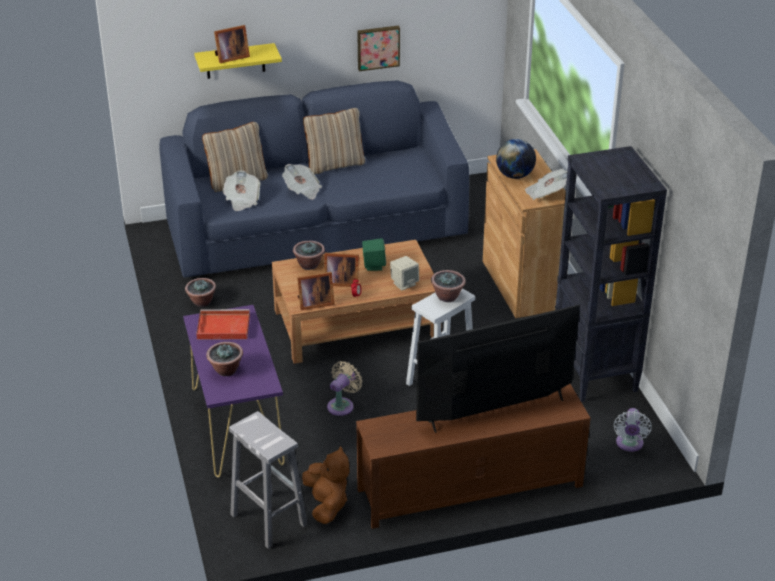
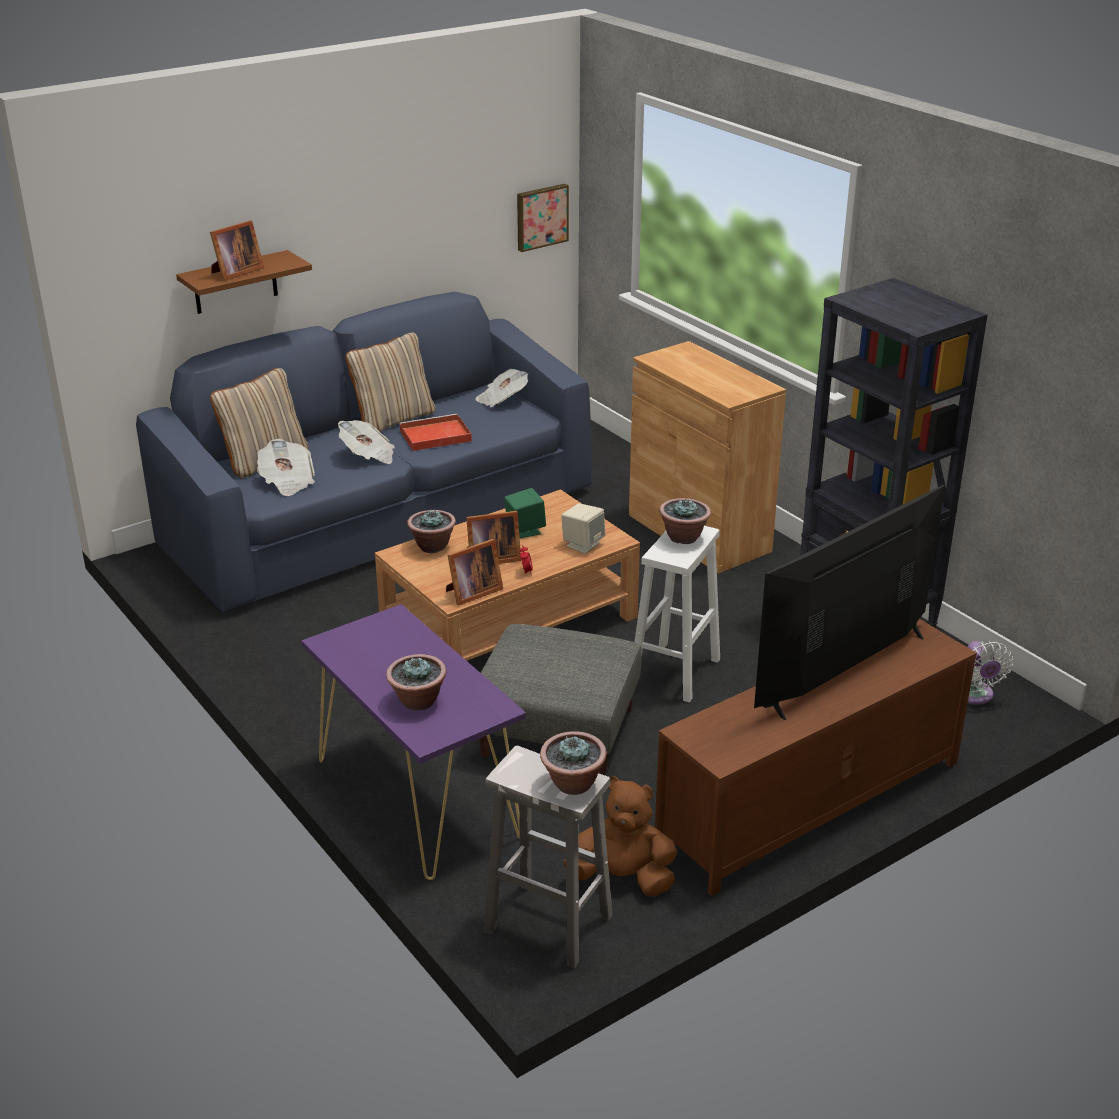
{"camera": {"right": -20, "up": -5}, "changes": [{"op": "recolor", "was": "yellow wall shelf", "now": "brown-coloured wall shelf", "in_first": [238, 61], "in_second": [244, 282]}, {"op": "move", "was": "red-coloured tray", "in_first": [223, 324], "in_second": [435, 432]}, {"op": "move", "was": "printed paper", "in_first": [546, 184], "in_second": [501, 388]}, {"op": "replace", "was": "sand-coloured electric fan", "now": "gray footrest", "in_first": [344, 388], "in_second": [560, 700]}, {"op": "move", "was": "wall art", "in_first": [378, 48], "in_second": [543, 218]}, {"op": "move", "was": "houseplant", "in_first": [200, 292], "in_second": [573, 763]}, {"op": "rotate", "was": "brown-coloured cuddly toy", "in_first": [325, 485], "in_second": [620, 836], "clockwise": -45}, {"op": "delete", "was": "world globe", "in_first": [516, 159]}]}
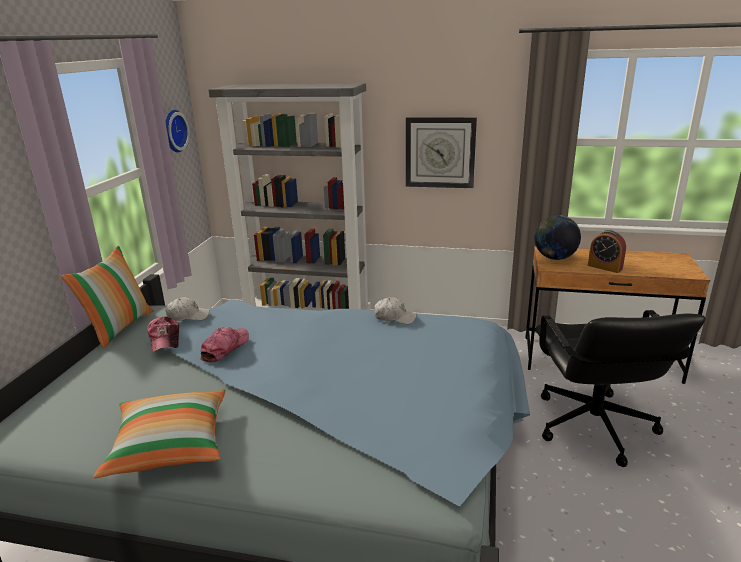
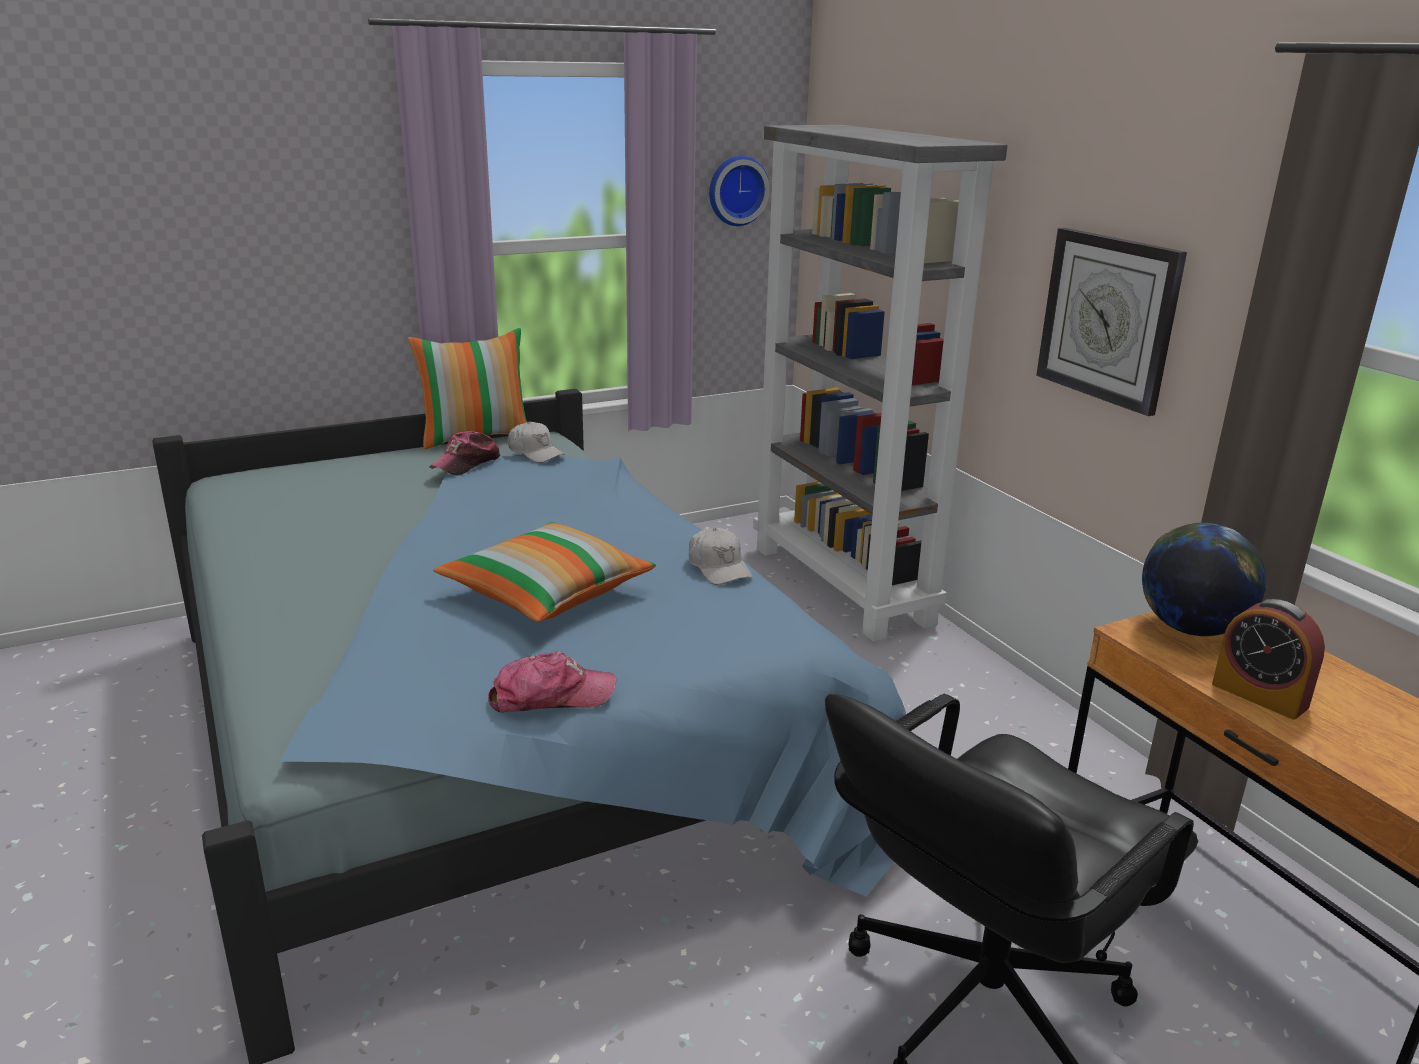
{"camera": {"right": 50, "up": 0}, "changes": [{"op": "move", "was": "pillow", "in_first": [159, 434], "in_second": [544, 572]}, {"op": "move", "was": "peaked cap", "in_first": [225, 344], "in_second": [552, 681]}, {"op": "rotate", "was": "alarm clock", "in_first": [607, 251], "in_second": [1268, 659], "clockwise": -45}]}
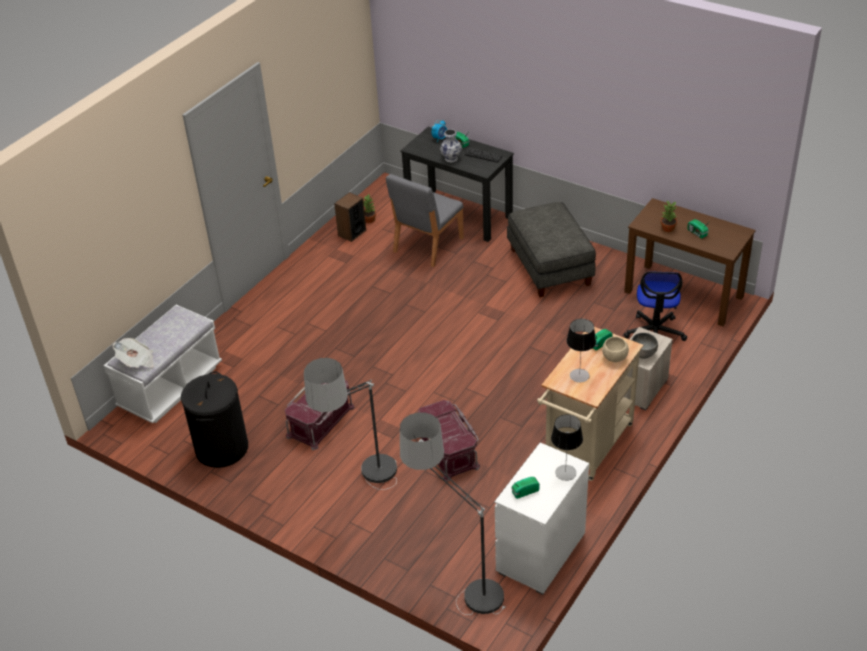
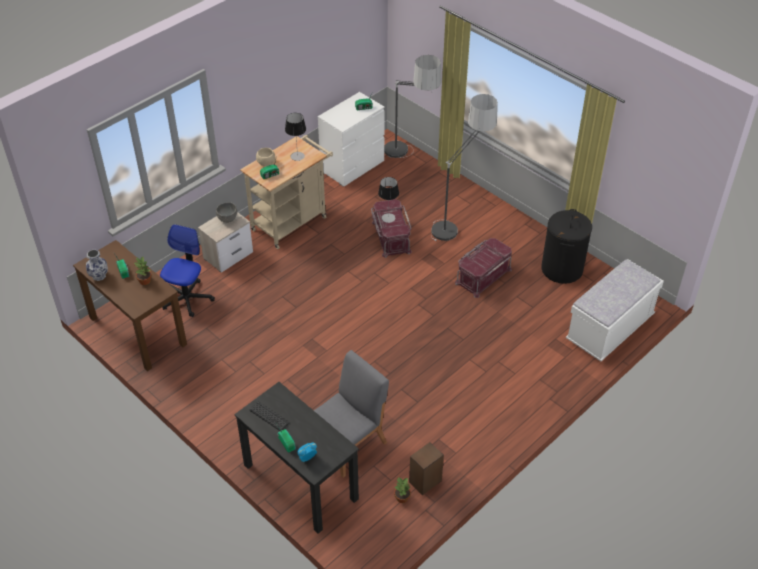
{"camera": {"right": -170, "up": 5}, "changes": [{"op": "move", "was": "vase", "in_first": [451, 145], "in_second": [97, 265]}, {"op": "move", "was": "table lamp", "in_first": [567, 447], "in_second": [388, 200]}, {"op": "delete", "was": "printed paper", "in_first": [133, 353]}, {"op": "delete", "was": "gray footrest", "in_first": [551, 249]}]}
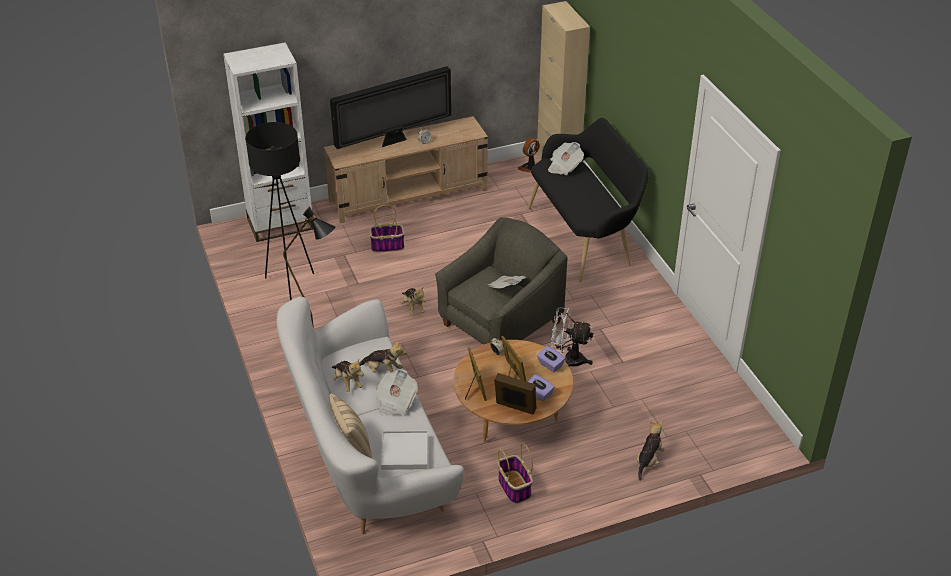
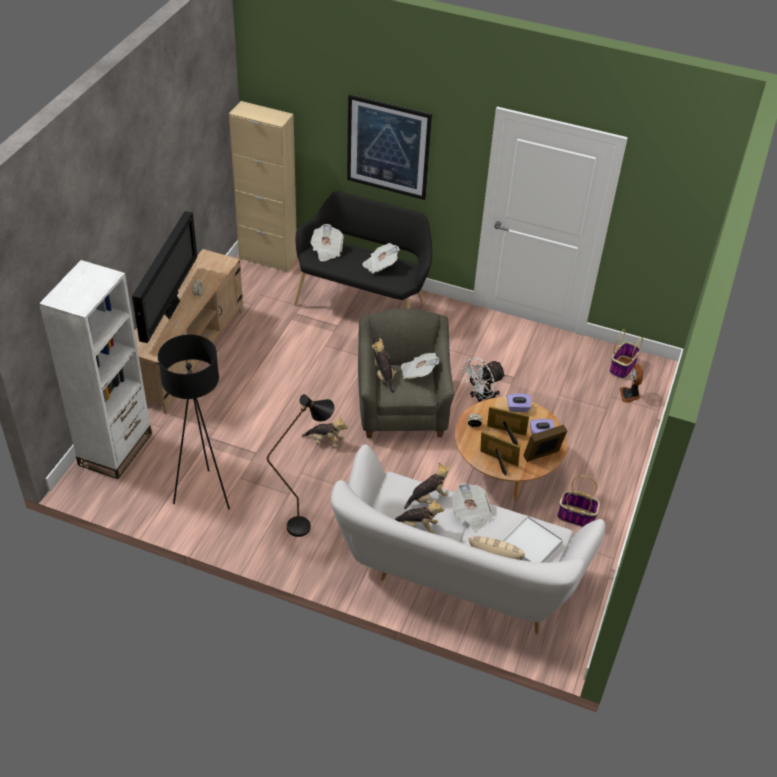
{"camera": {"right": -50, "up": 5}, "changes": [{"op": "insert", "now": "wall art", "in_second": [389, 147]}, {"op": "insert", "now": "printed paper", "in_second": [381, 258]}, {"op": "move", "was": "cuddly toy", "in_first": [651, 451], "in_second": [384, 365]}, {"op": "move", "was": "household basket", "in_first": [387, 228], "in_second": [626, 354]}, {"op": "move", "was": "electric fan", "in_first": [529, 155], "in_second": [631, 383]}]}
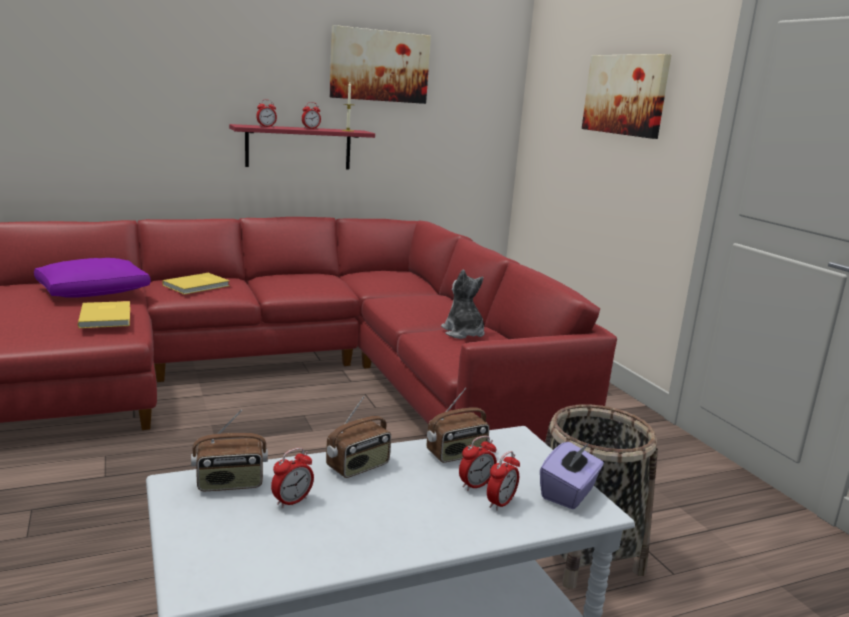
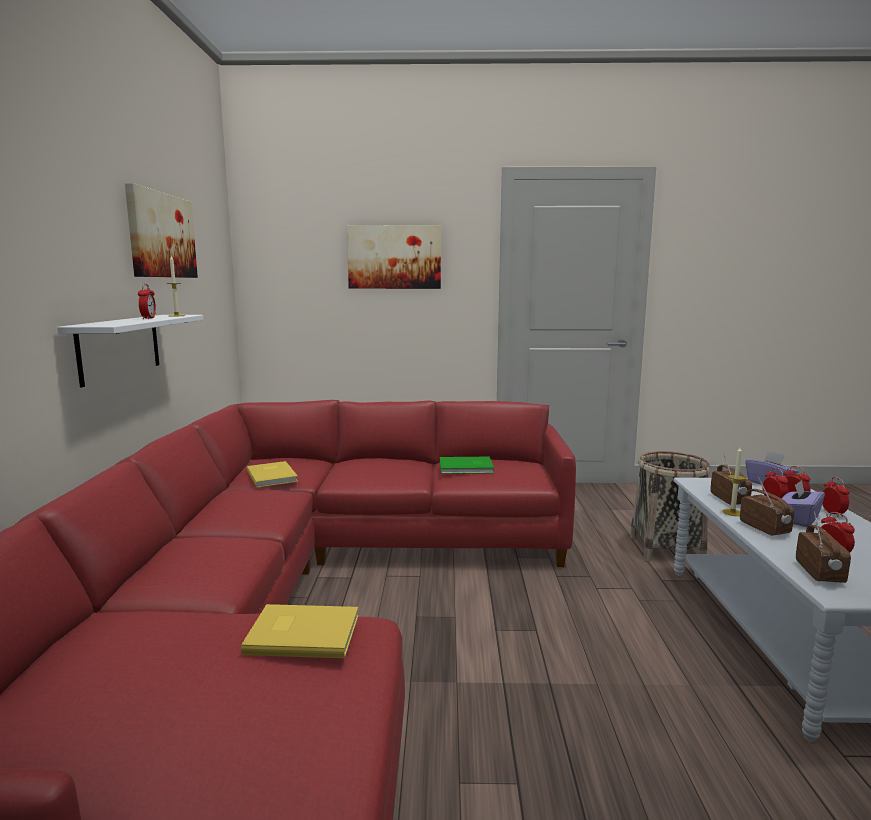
{"camera": {"right": -65, "up": -5}, "changes": [{"op": "recolor", "was": "red-coloured wall shelf", "now": "whitish wall shelf", "in_first": [302, 147], "in_second": [130, 351]}, {"op": "move", "was": "yellow bound book", "in_first": [196, 283], "in_second": [272, 474]}, {"op": "replace", "was": "cuddly toy", "now": "greenish bound book", "in_first": [463, 304], "in_second": [467, 465]}, {"op": "insert", "now": "wax light", "in_second": [734, 481]}, {"op": "insert", "now": "purplish tissue box", "in_second": [803, 503]}, {"op": "move", "was": "alarm clock", "in_first": [266, 113], "in_second": [836, 497]}, {"op": "delete", "was": "purplish pillow", "in_first": [92, 278]}]}
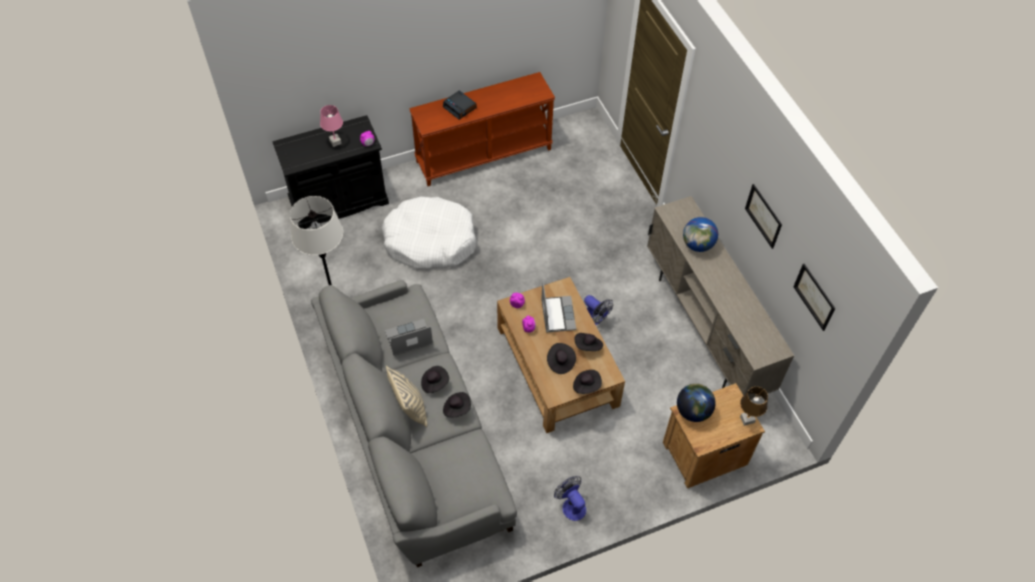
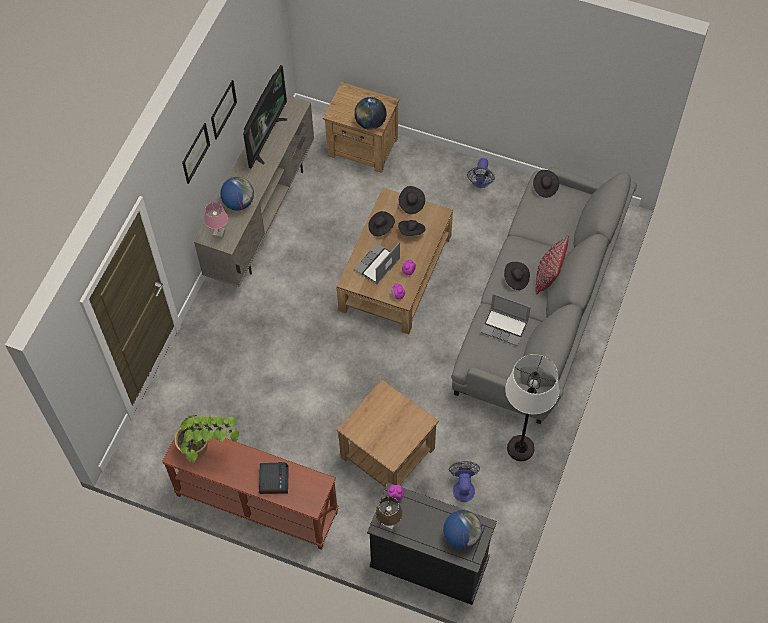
{"camera": {"right": -135, "up": 5}, "changes": [{"op": "insert", "now": "houseplant", "in_second": [206, 438]}, {"op": "move", "was": "wall art", "in_first": [814, 297], "in_second": [196, 153]}, {"op": "move", "was": "pink-coloured table lamp", "in_first": [331, 126], "in_second": [216, 221]}, {"op": "insert", "now": "television", "in_second": [265, 116]}, {"op": "replace", "was": "whitish dog cushion", "now": "brown-coloured end table", "in_first": [429, 232], "in_second": [388, 434]}, {"op": "move", "was": "brown-coloured table lamp", "in_first": [754, 406], "in_second": [389, 513]}, {"op": "insert", "now": "world globe", "in_second": [462, 529]}, {"op": "move", "was": "electric fan", "in_first": [598, 310], "in_second": [464, 481]}, {"op": "move", "was": "black hat", "in_first": [457, 404], "in_second": [546, 184]}, {"op": "recolor", "was": "sand-coloured pillow", "now": "red-coloured pillow", "in_first": [406, 396], "in_second": [552, 265]}]}
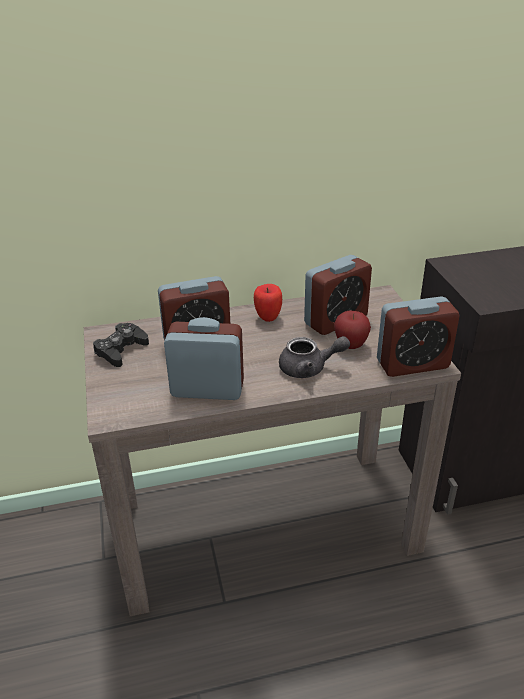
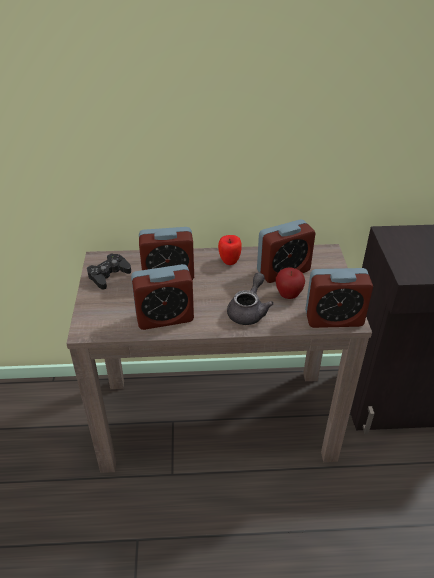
{"camera": {"right": 10, "up": 5}, "changes": [{"op": "rotate", "was": "alarm clock", "in_first": [204, 358], "in_second": [162, 297], "clockwise": 150}, {"op": "rotate", "was": "gray tea pot", "in_first": [314, 357], "in_second": [250, 299], "clockwise": -75}]}
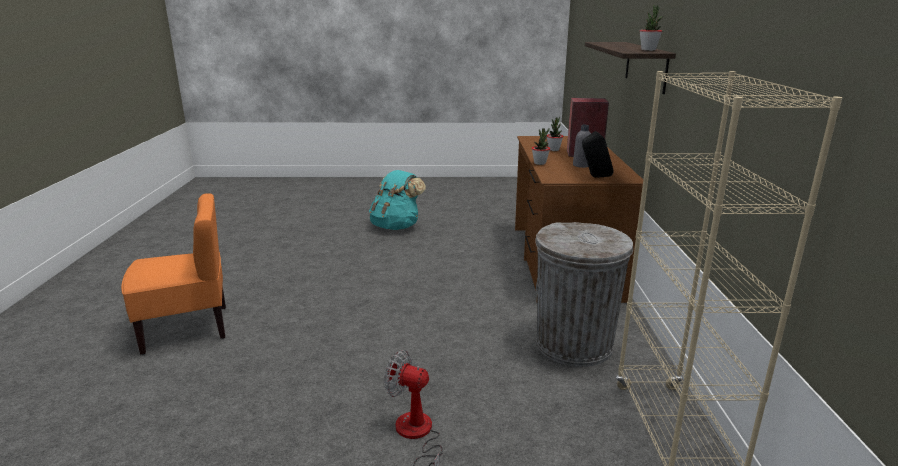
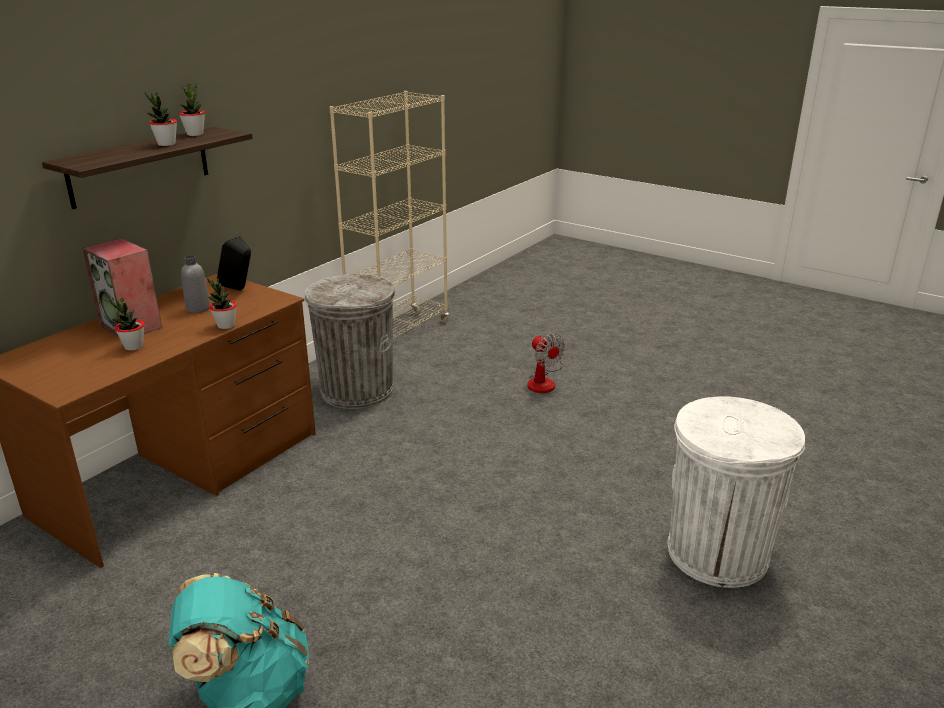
{"camera": {"right": -145, "up": 5}, "changes": [{"op": "insert", "now": "houseplant", "in_second": [161, 119]}, {"op": "replace", "was": "orange-coloured plain chair", "now": "whitish waste bin", "in_first": [173, 274], "in_second": [736, 492]}]}
